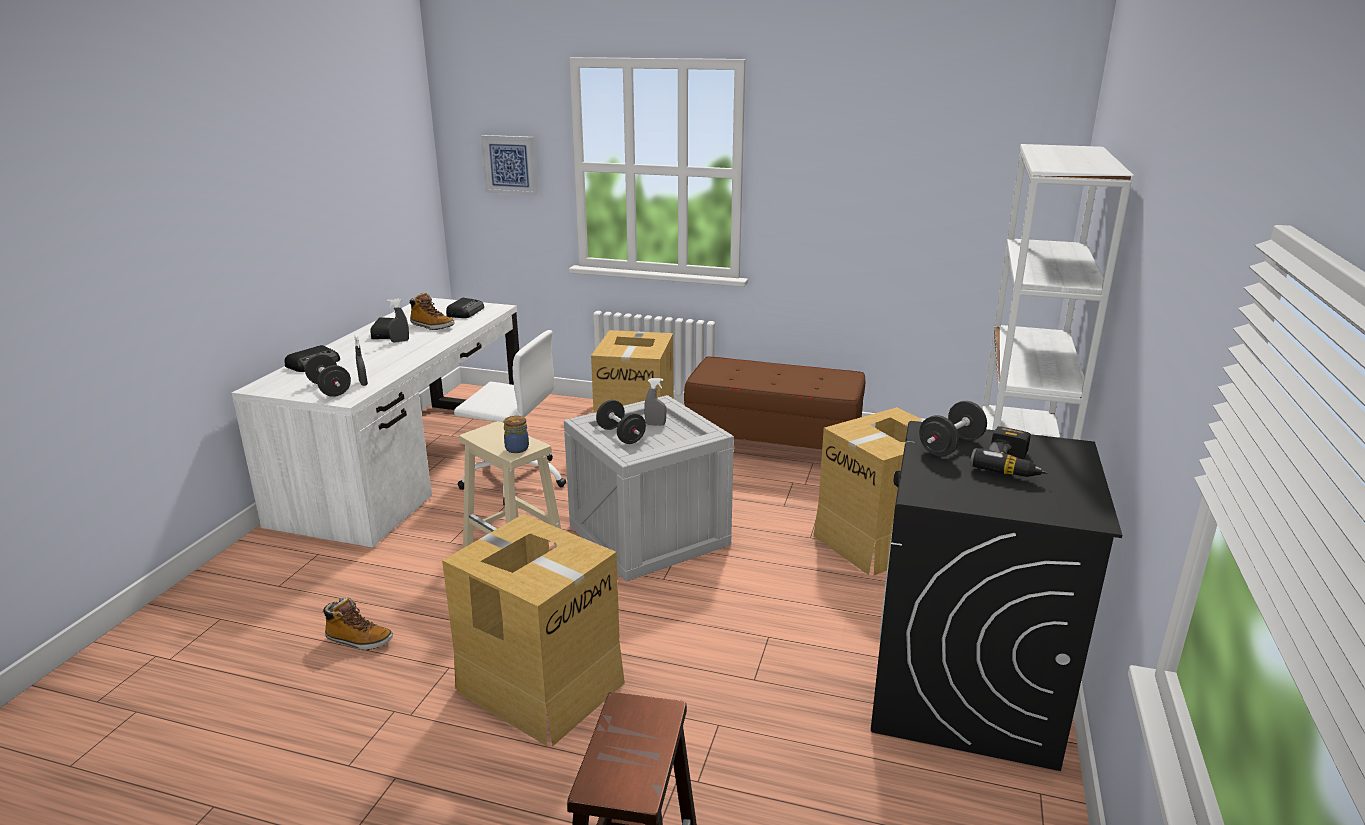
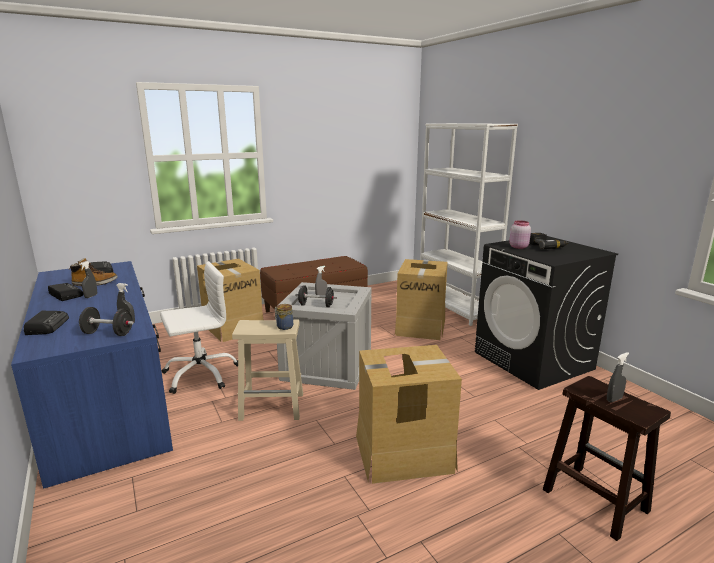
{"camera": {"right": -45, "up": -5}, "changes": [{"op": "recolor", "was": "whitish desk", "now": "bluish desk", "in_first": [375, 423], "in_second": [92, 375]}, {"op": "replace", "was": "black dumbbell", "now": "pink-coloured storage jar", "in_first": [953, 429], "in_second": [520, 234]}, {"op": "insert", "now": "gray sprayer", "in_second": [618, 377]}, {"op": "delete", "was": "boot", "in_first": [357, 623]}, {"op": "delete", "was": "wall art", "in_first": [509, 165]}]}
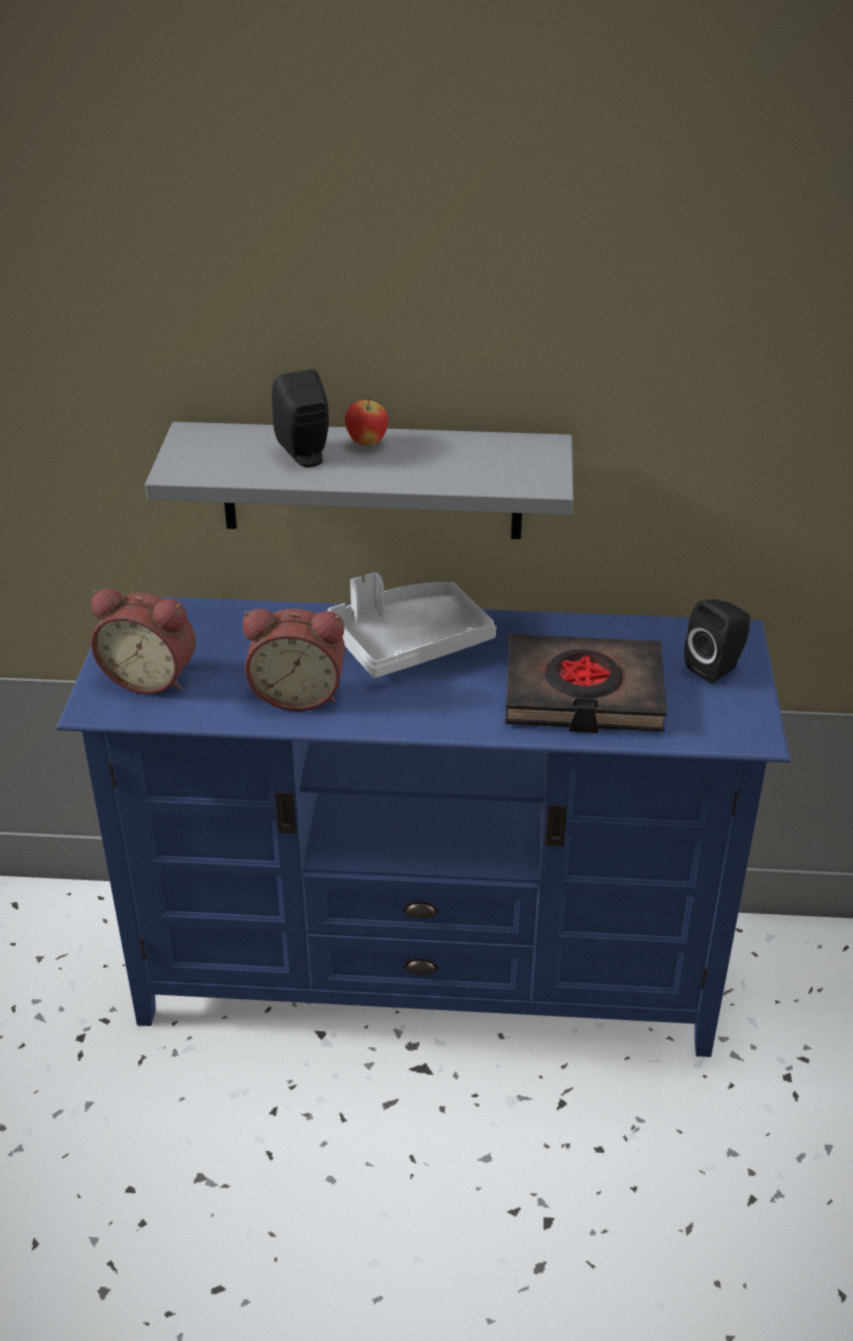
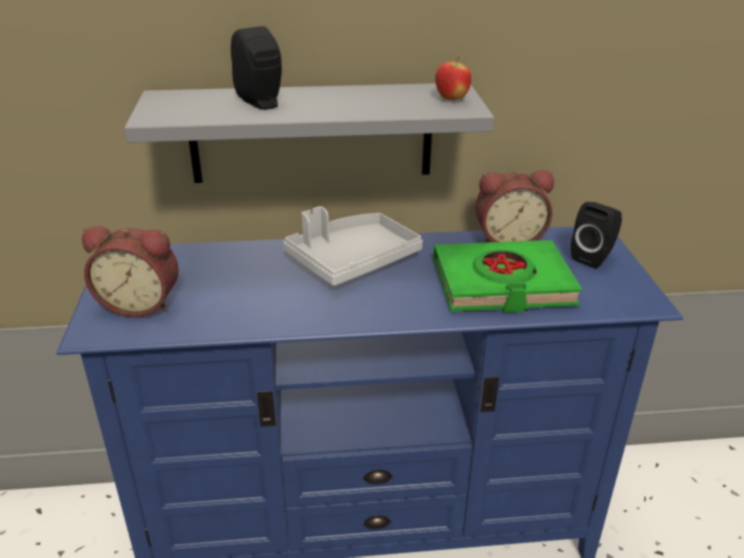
{"camera": {"right": -10, "up": -5}, "changes": [{"op": "recolor", "was": "black bound book", "now": "greenish bound book", "in_first": [586, 683], "in_second": [507, 276]}, {"op": "move", "was": "apple fruit", "in_first": [366, 421], "in_second": [453, 78]}, {"op": "move", "was": "alarm clock", "in_first": [294, 660], "in_second": [514, 206]}]}
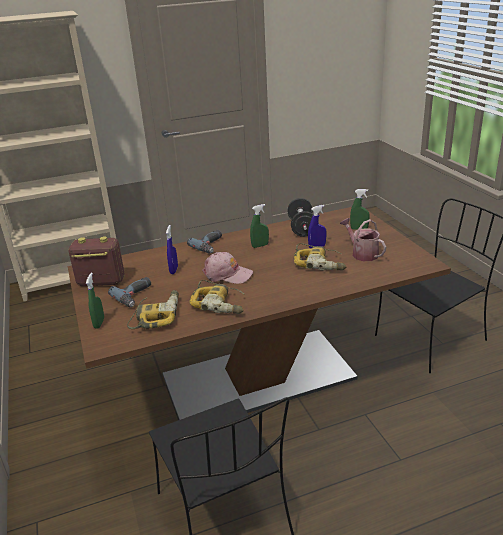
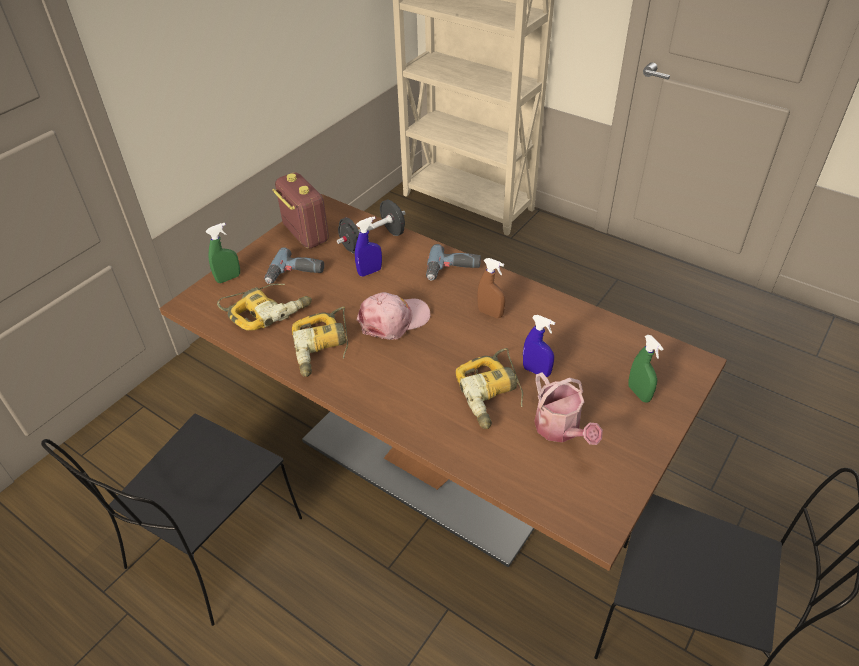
{"camera": {"right": 55, "up": 15}, "changes": [{"op": "move", "was": "black dumbbell", "in_first": [300, 217], "in_second": [371, 227]}, {"op": "rotate", "was": "pink-coloured peaked cap", "in_first": [227, 268], "in_second": [394, 316], "clockwise": -105}, {"op": "recolor", "was": "greenish sprayer", "now": "brown-coloured sprayer", "in_first": [259, 226], "in_second": [491, 288]}, {"op": "rotate", "was": "sprinkling can", "in_first": [363, 239], "in_second": [568, 408], "clockwise": 135}]}
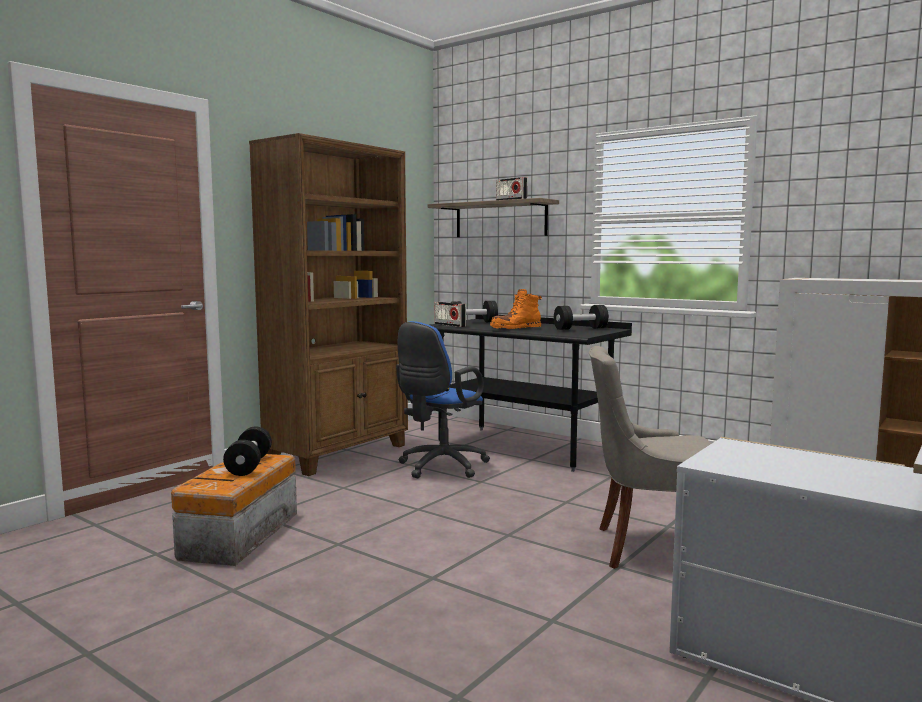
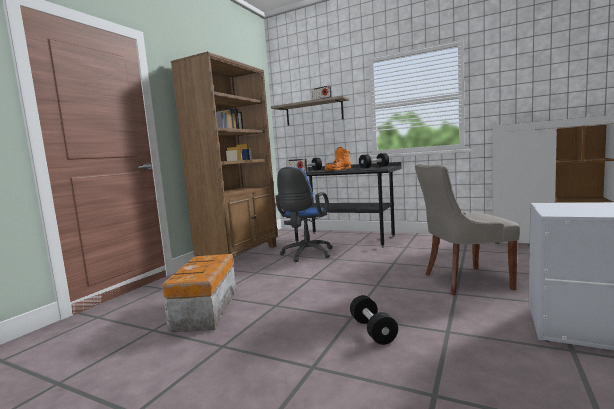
{"camera": {"right": -10, "up": 0}, "changes": [{"op": "move", "was": "black dumbbell", "in_first": [247, 451], "in_second": [374, 320]}]}
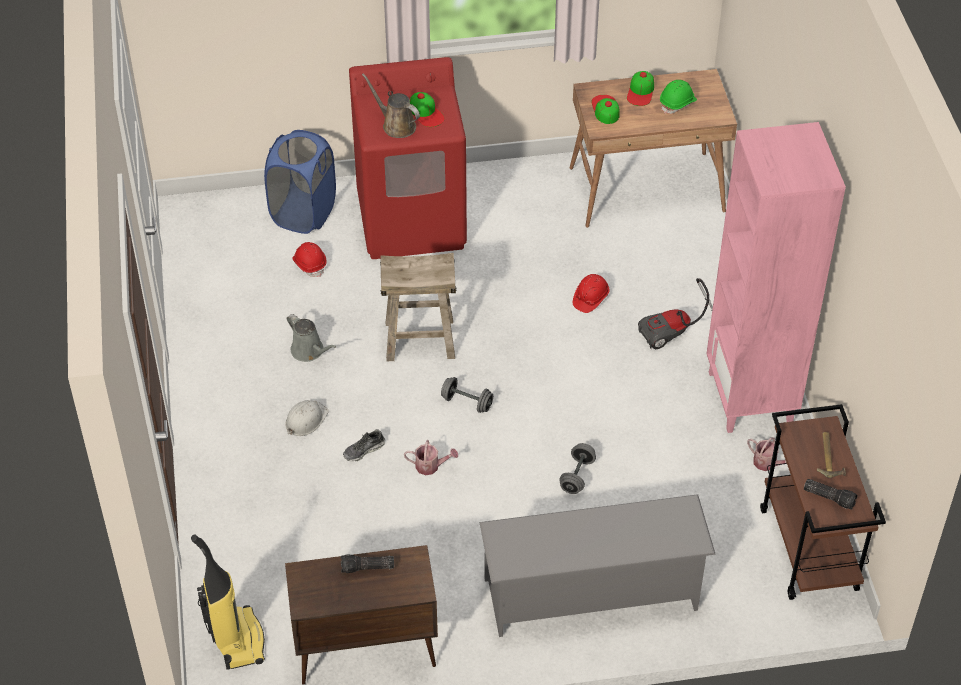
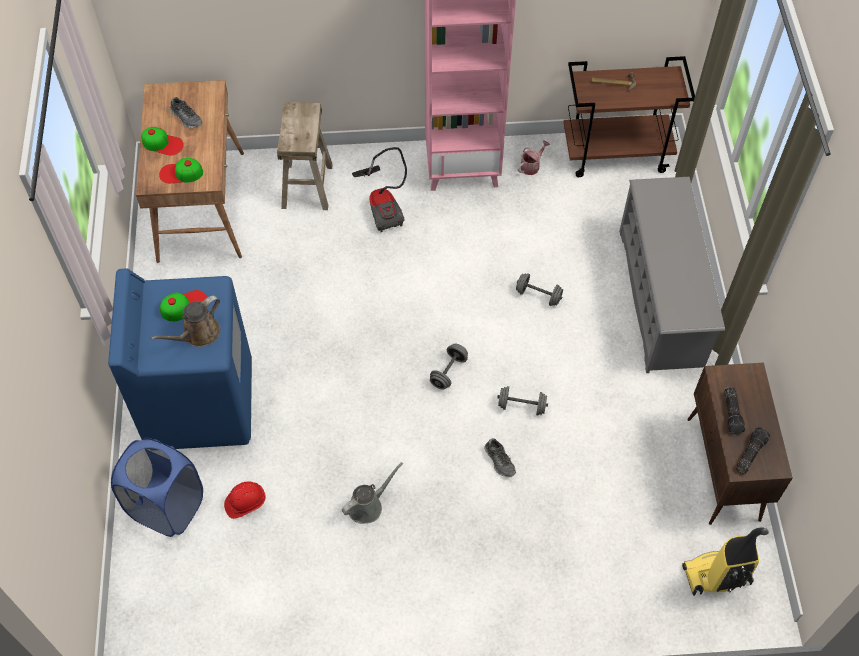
{"camera": {"right": -85, "up": 10}, "changes": [{"op": "recolor", "was": "red-coloured laundry appliance", "now": "bluish laundry appliance", "in_first": [408, 158], "in_second": [180, 359]}, {"op": "replace", "was": "greenish work helmet", "now": "low shoe", "in_first": [678, 97], "in_second": [186, 112]}, {"op": "move", "was": "sand-coloured stool seat", "in_first": [418, 307], "in_second": [305, 156]}, {"op": "replace", "was": "sprinkling can", "now": "gray dumbbell", "in_first": [431, 457], "in_second": [522, 401]}, {"op": "move", "was": "flashlight", "in_first": [830, 494], "in_second": [753, 450]}, {"op": "delete", "was": "whitish work helmet", "in_first": [307, 418]}, {"op": "delete", "was": "red-coloured work helmet", "in_first": [591, 293]}]}
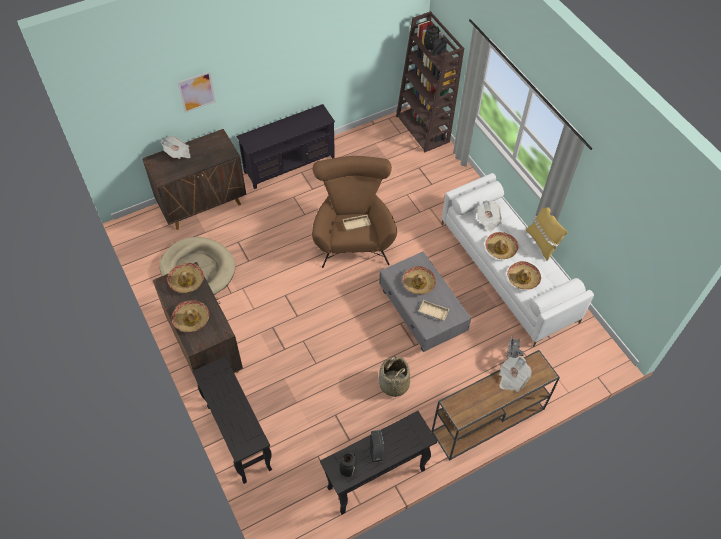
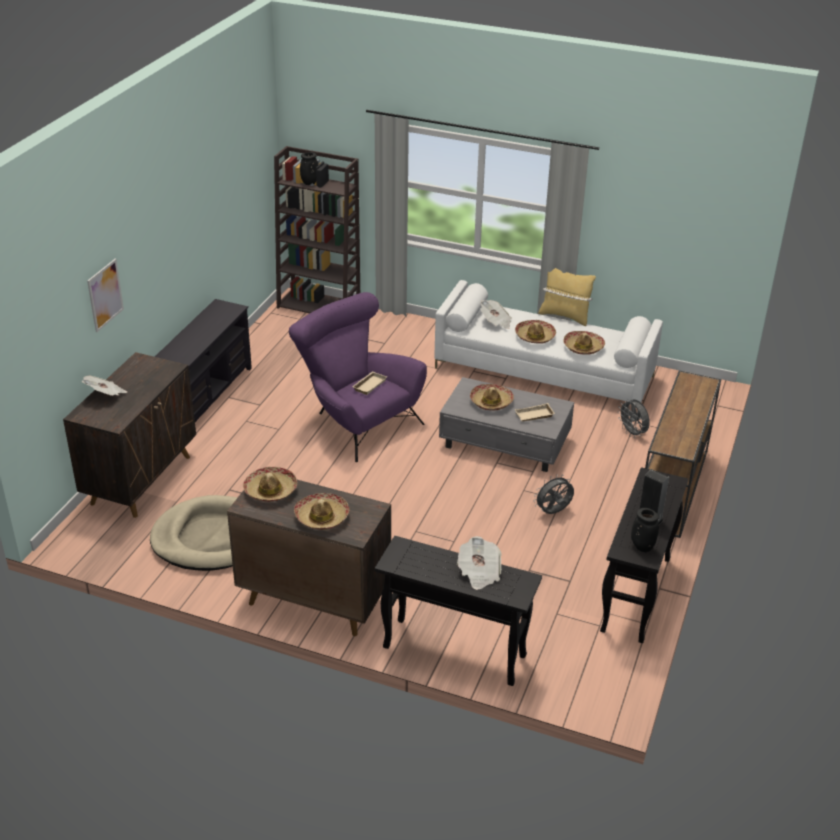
{"camera": {"right": -40, "up": -20}, "changes": [{"op": "recolor", "was": "brown-coloured armchair", "now": "purplish armchair", "in_first": [354, 212], "in_second": [358, 377]}, {"op": "move", "was": "printed paper", "in_first": [515, 374], "in_second": [479, 563]}, {"op": "replace", "was": "household basket", "now": "gray electric fan", "in_first": [394, 378], "in_second": [554, 494]}]}
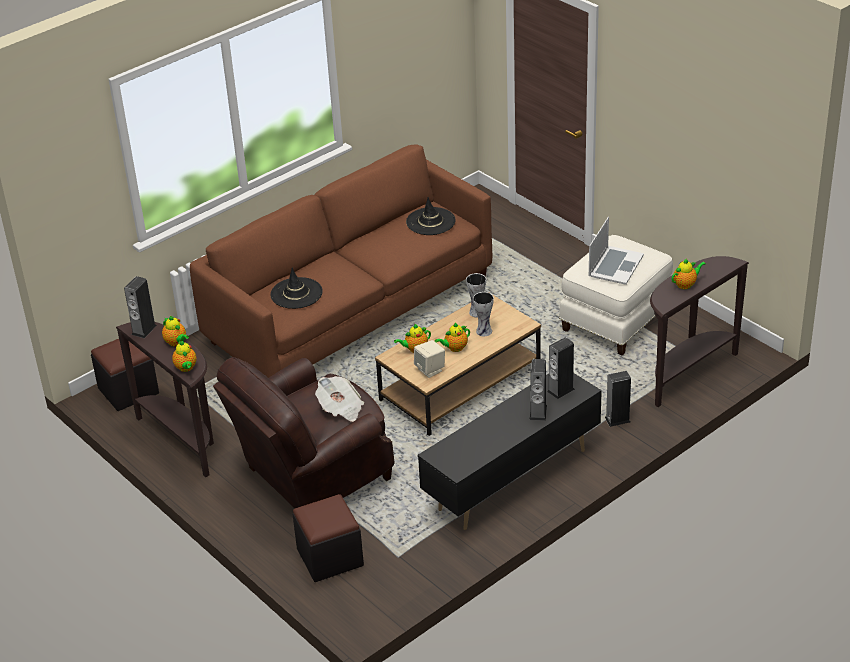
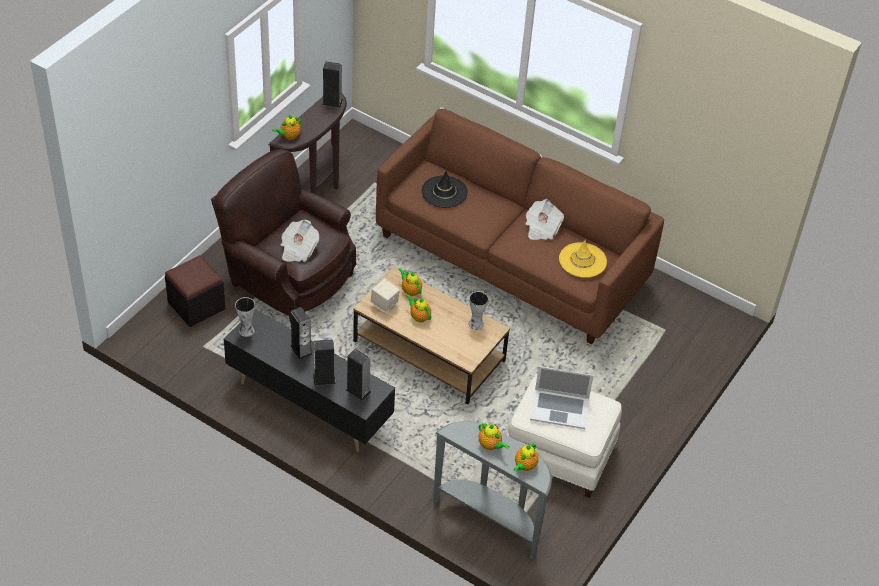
{"camera": {"right": 70, "up": 10}, "changes": [{"op": "move", "was": "vase", "in_first": [483, 314], "in_second": [245, 317]}, {"op": "move", "was": "loudspeaker", "in_first": [618, 399], "in_second": [301, 333]}, {"op": "recolor", "was": "brown-coloured console table", "now": "gray console table", "in_first": [699, 331], "in_second": [492, 490]}, {"op": "move", "was": "tea pot", "in_first": [175, 331], "in_second": [526, 457]}, {"op": "insert", "now": "printed paper", "in_second": [545, 219]}, {"op": "recolor", "was": "black hat", "now": "yellow hat", "in_first": [431, 216], "in_second": [583, 258]}, {"op": "delete", "was": "black footrest", "in_first": [125, 375]}]}
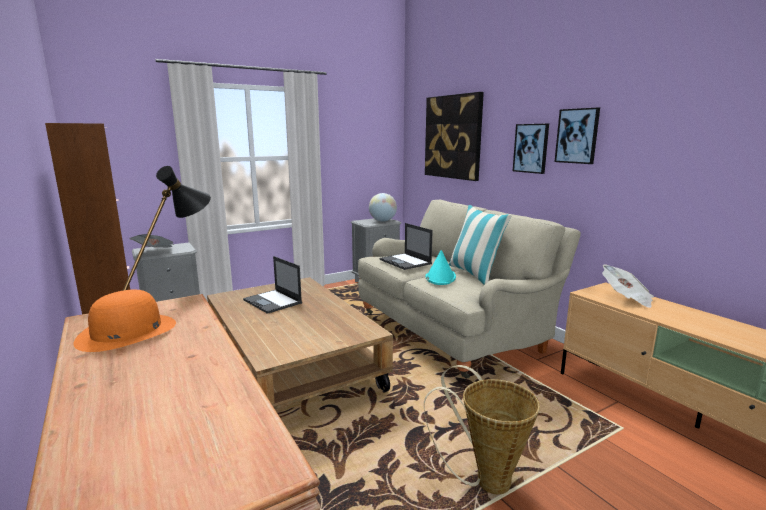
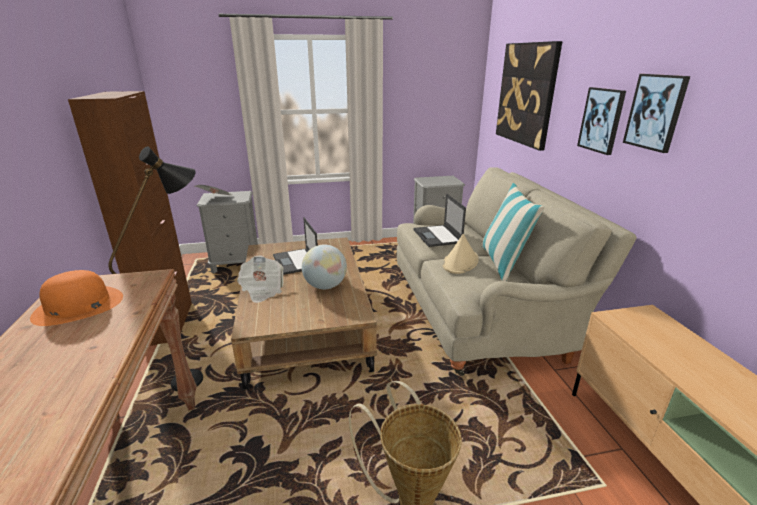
{"camera": {"right": 20, "up": 10}, "changes": [{"op": "move", "was": "printed paper", "in_first": [628, 286], "in_second": [260, 279]}, {"op": "move", "was": "world globe", "in_first": [383, 207], "in_second": [324, 266]}, {"op": "recolor", "was": "blue-green hat", "now": "sand-coloured hat", "in_first": [441, 267], "in_second": [460, 254]}]}
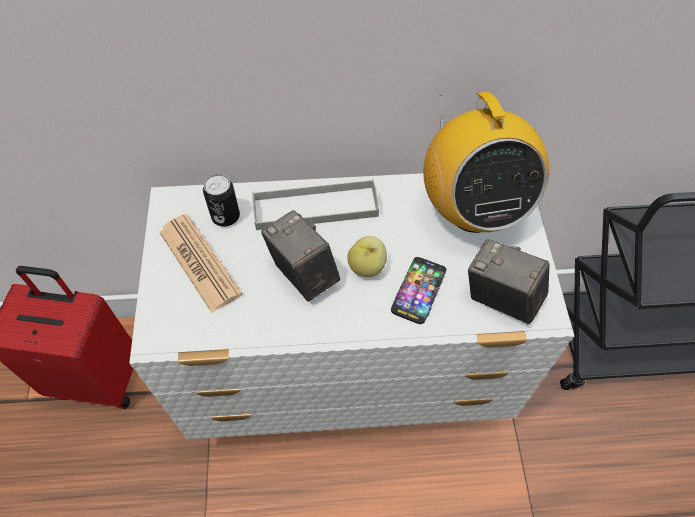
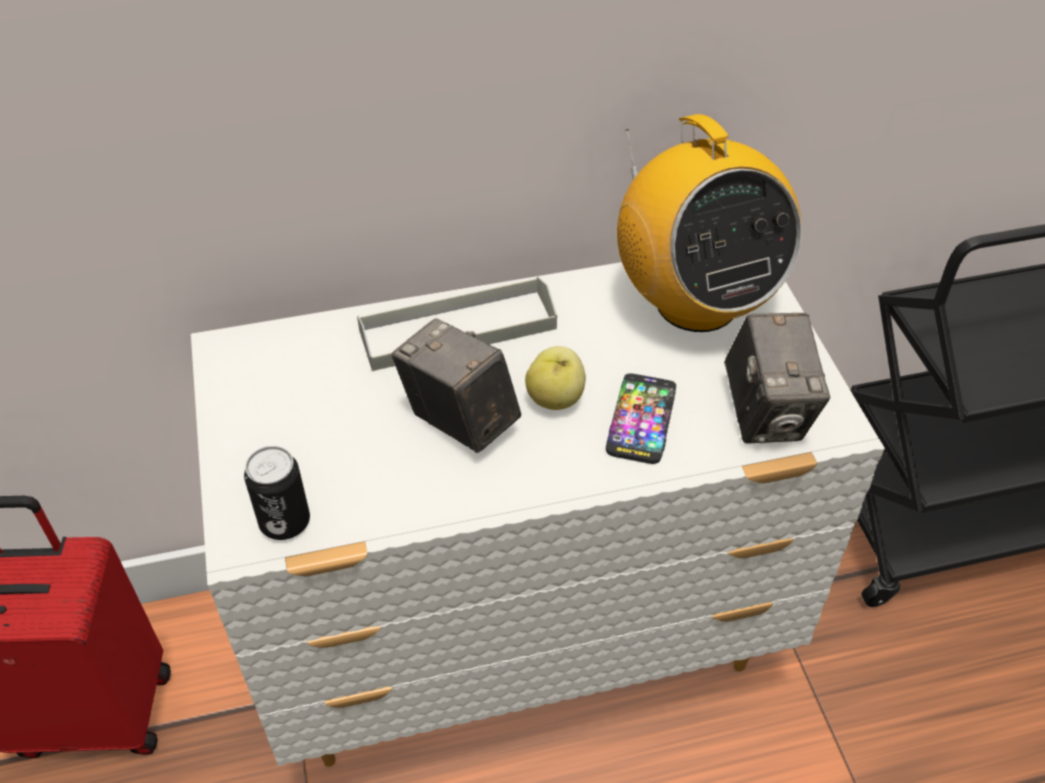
{"camera": {"right": -10, "up": -10}, "changes": [{"op": "move", "was": "sealed can", "in_first": [221, 200], "in_second": [277, 493]}, {"op": "rotate", "was": "still camera", "in_first": [508, 281], "in_second": [777, 378], "clockwise": -120}, {"op": "delete", "was": "printed paper", "in_first": [200, 263]}]}
